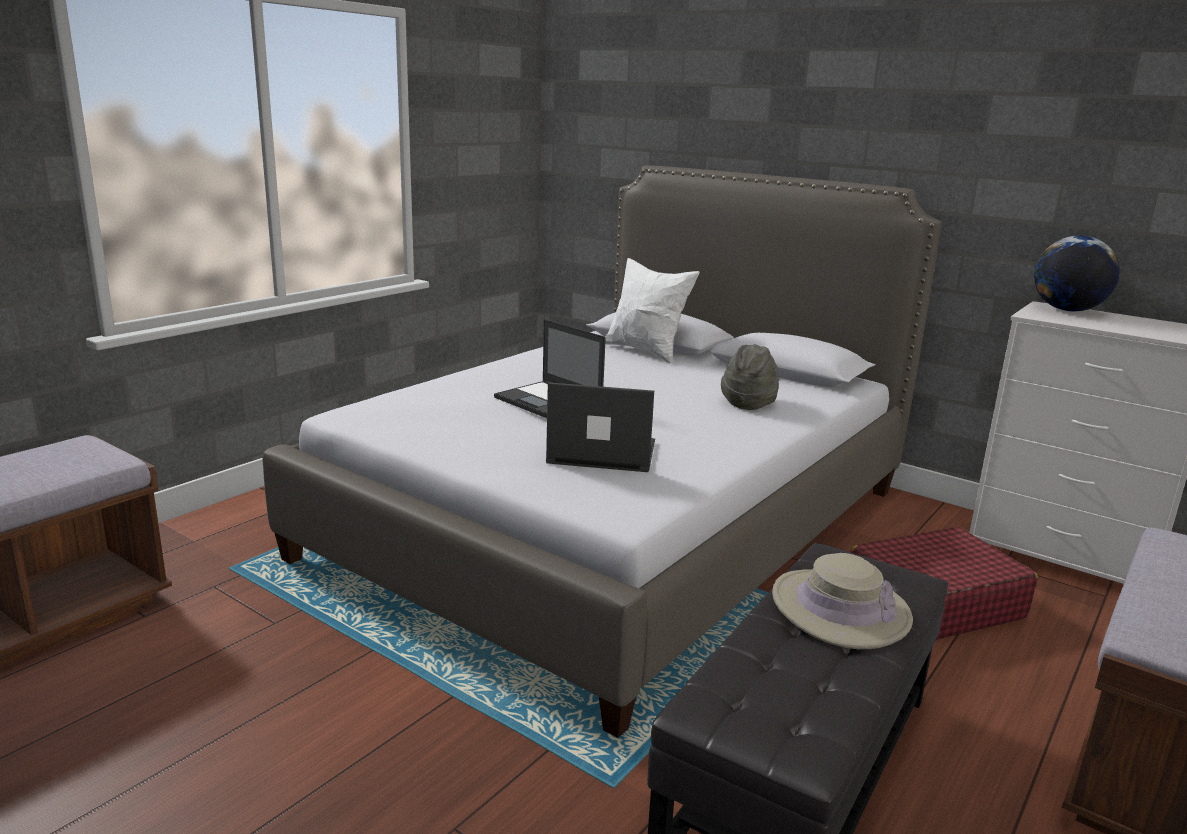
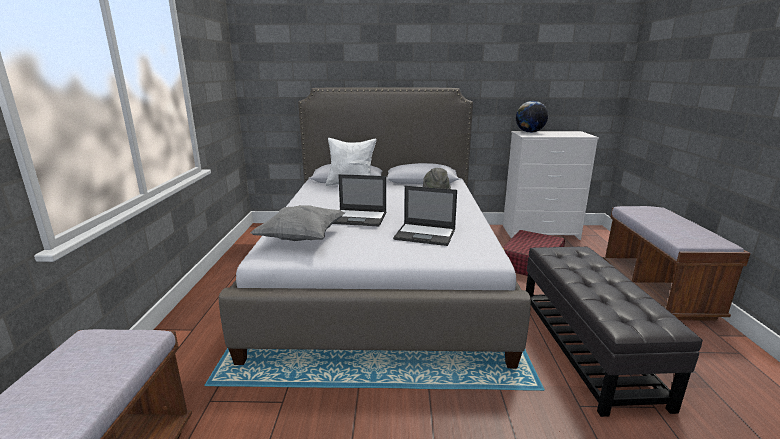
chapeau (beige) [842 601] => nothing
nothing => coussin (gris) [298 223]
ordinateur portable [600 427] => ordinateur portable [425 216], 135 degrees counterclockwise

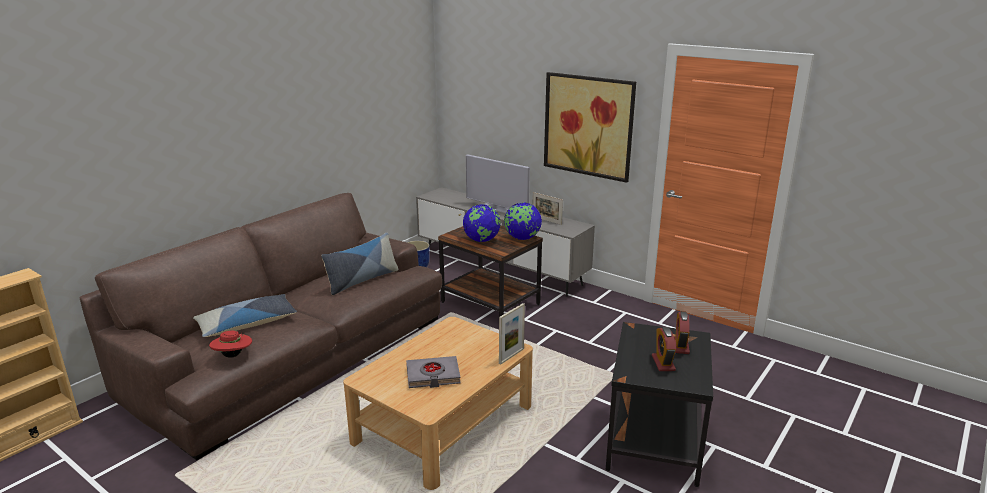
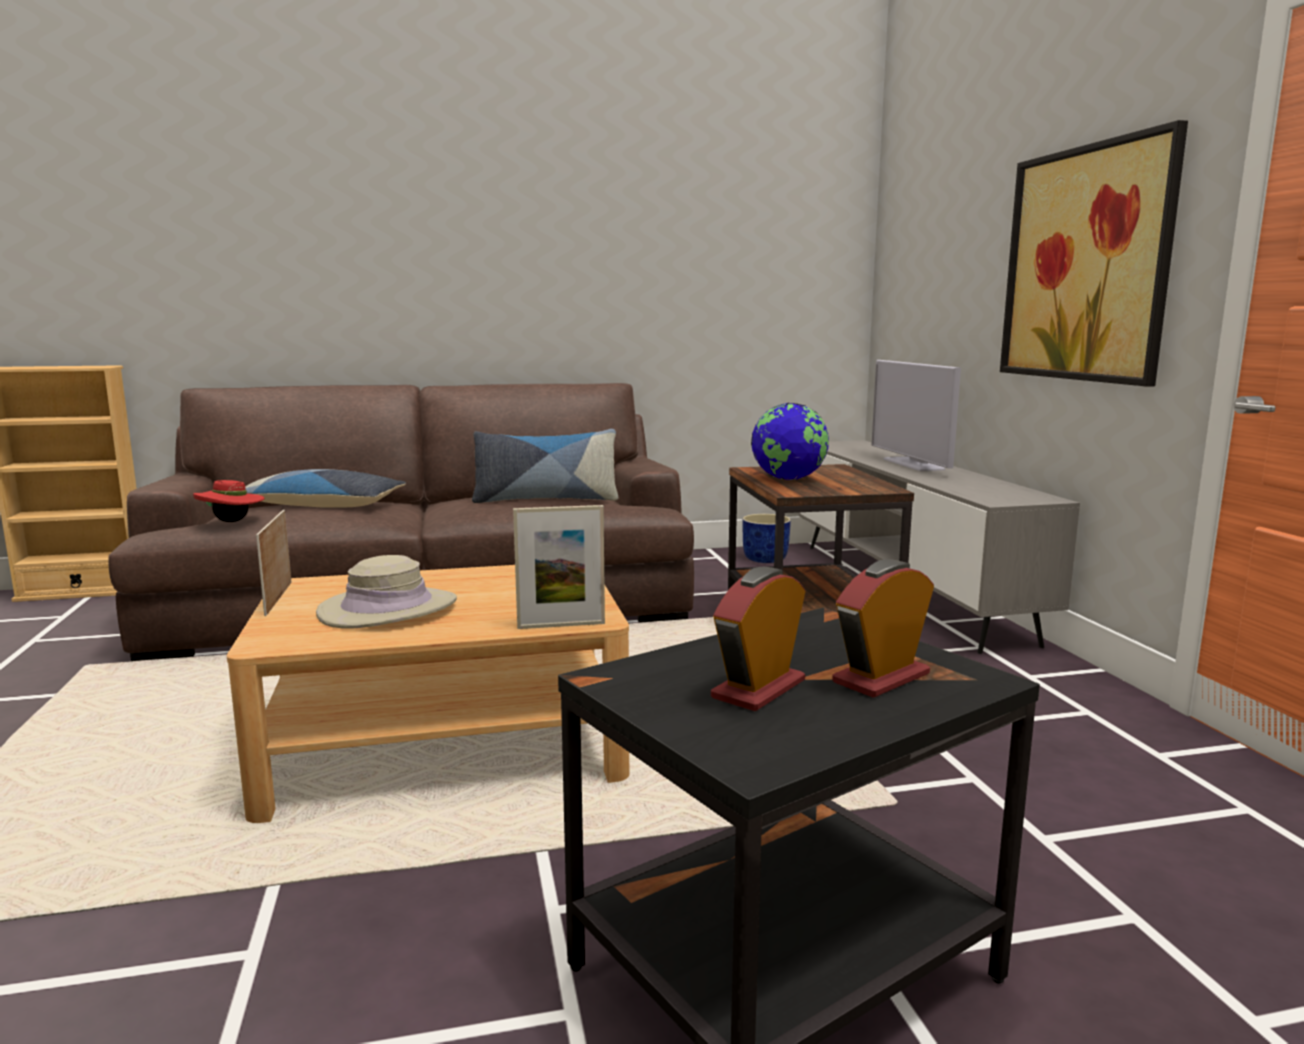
globe [523 221] => nothing
cadre photo [547 208] => cadre photo [274 563], moved
livre (gris) [433 372] => chapeau (beige) [386 591]

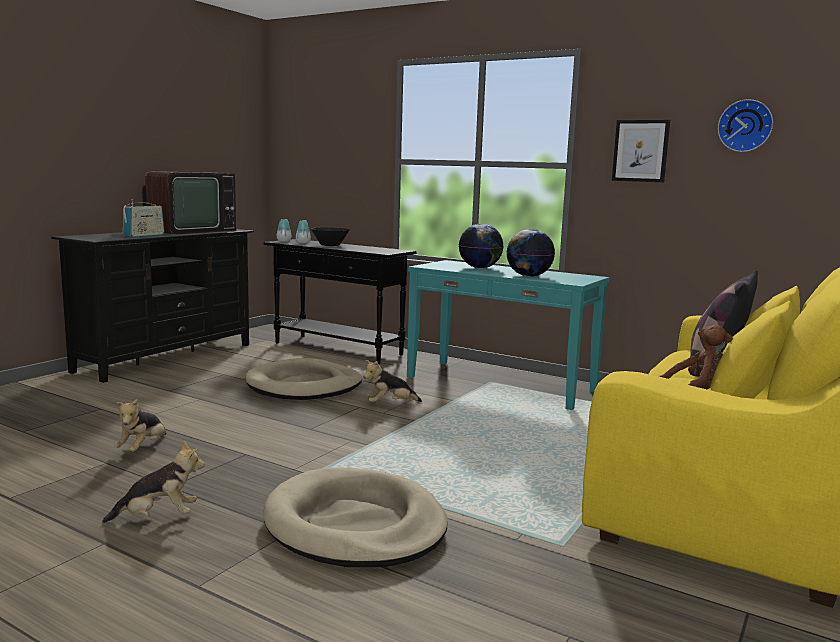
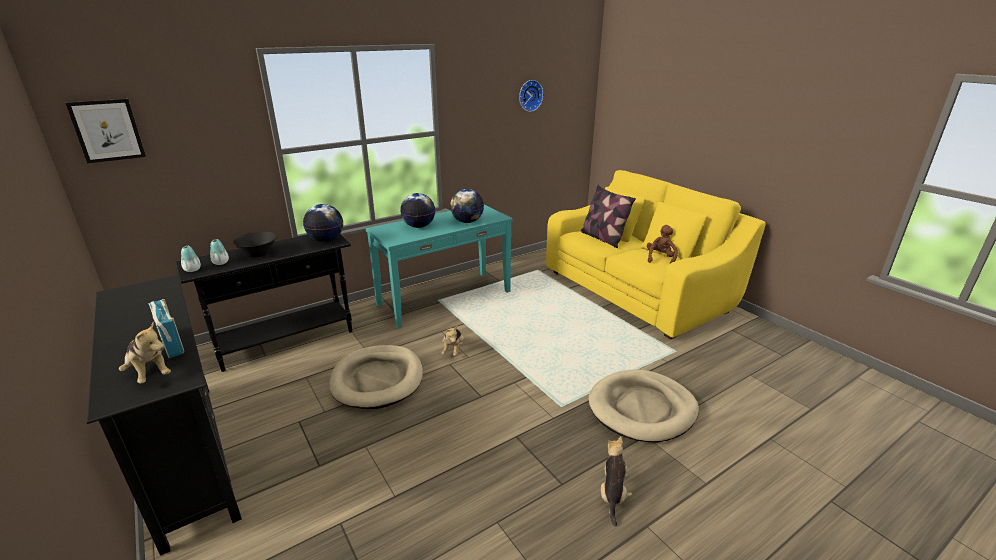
téléviseur [189 202] => nothing
nothing => globe [323 223]
peluche [140 425] => peluche [145 352], moved
tableau [641 151] => tableau [106 131], moved

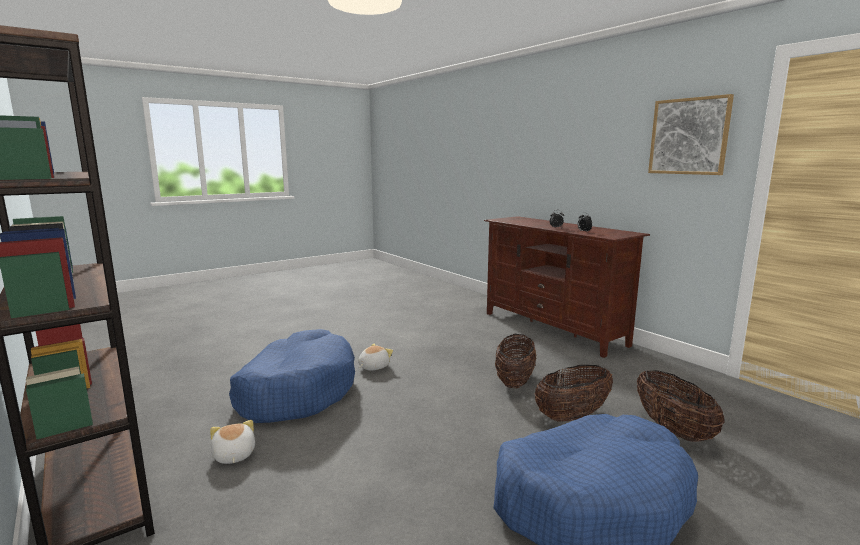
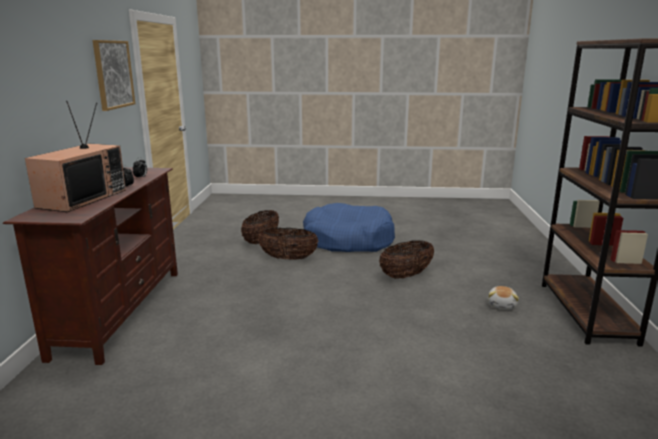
panier pour chien (bleu) [292 376] => nothing
peluche [375 357] => nothing
nothing => téléviseur [75 156]
panier [516 361] => panier [406 259], moved

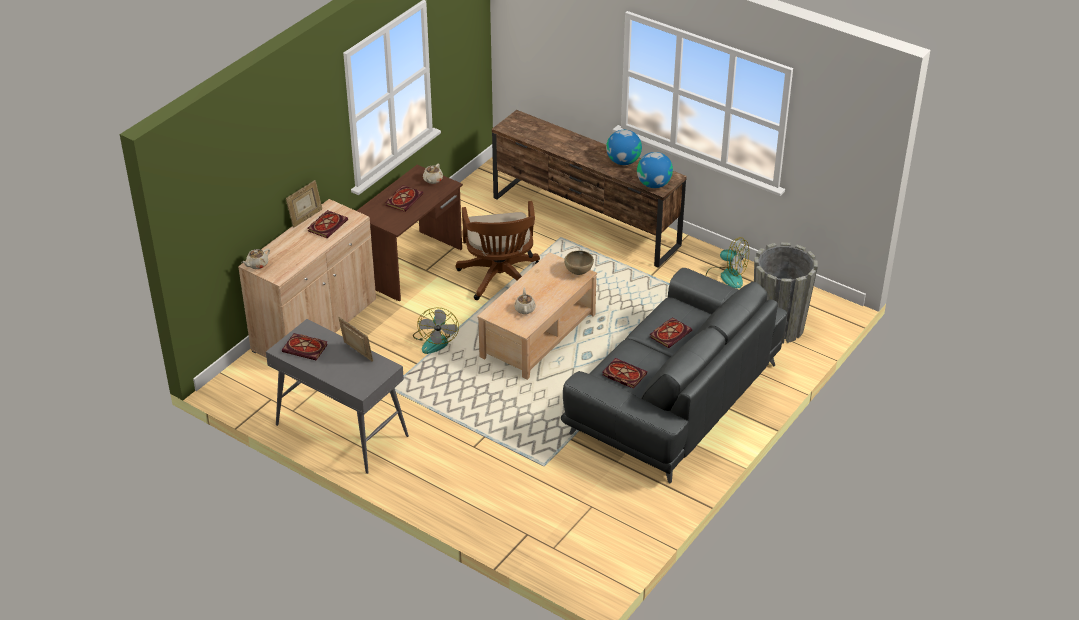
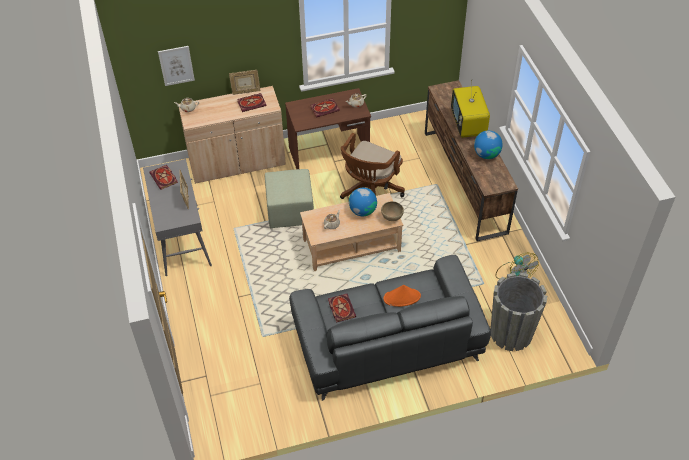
nothing => tableau [176 66]
nothing => téléviseur [470 108]
globe [655 170] => globe [363 202], moved
ventilateur [436 331] => pouf (vert) [289 198]
livre [671 332] => chapeau (orange) [402 296]

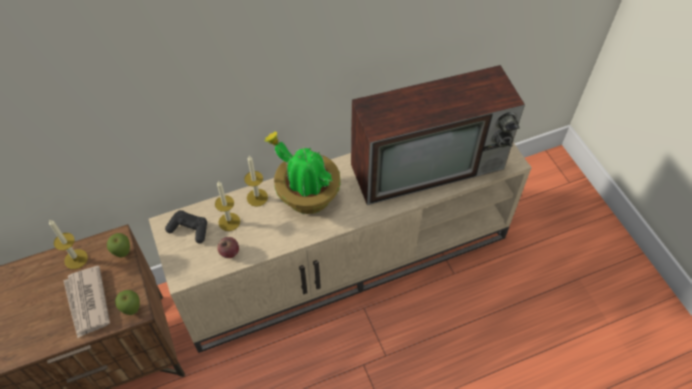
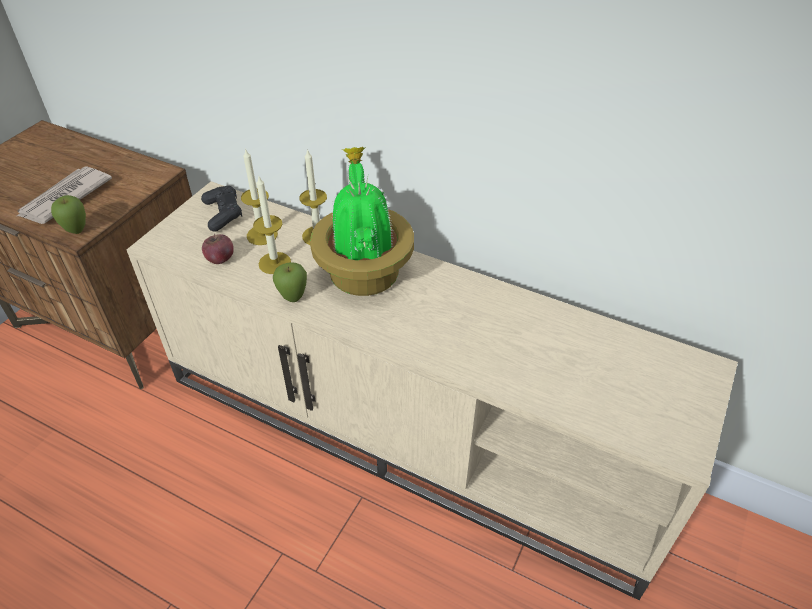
téléviseur [438 135] => nothing
bougie [68 244] => bougie [272 225], moved
pomme [118 245] => pomme [290 282], moved

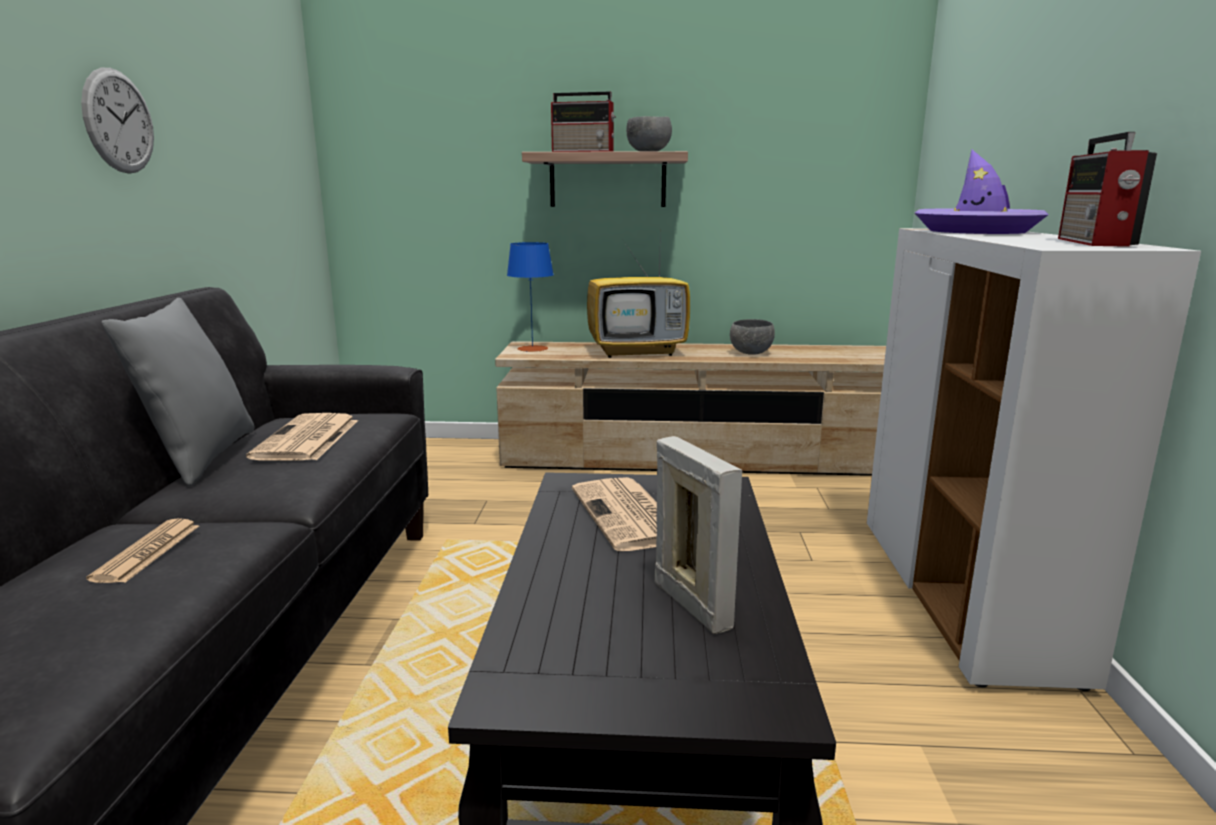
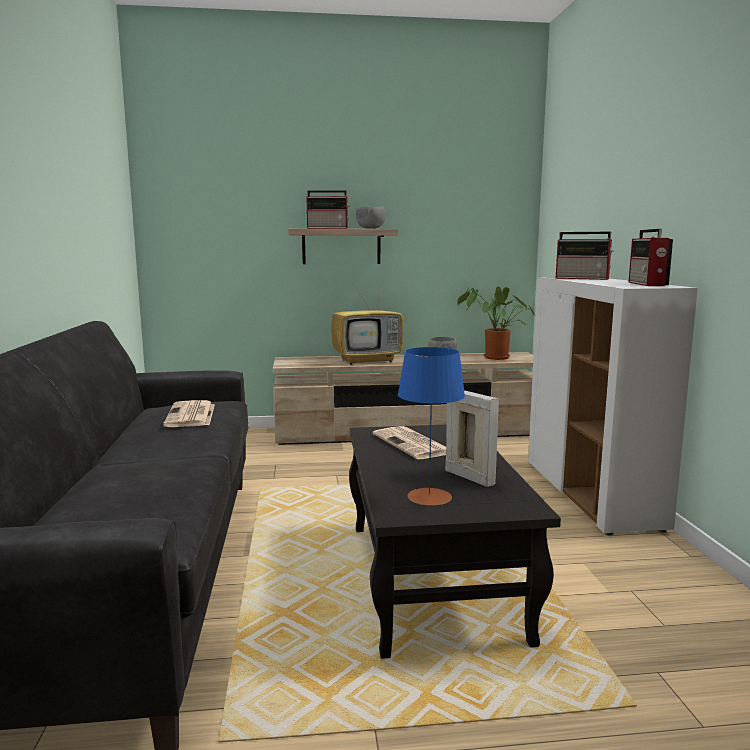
horloge murale [117 121] => nothing
journal [142 550] => nothing
coussin (gris) [178 392] => nothing
nothing => plante en pot [495 323]
lampe de table (bleu) [530 297] => lampe de table (bleu) [431 426], moved
chapeau (violet) [982 192] => radio [584 256]

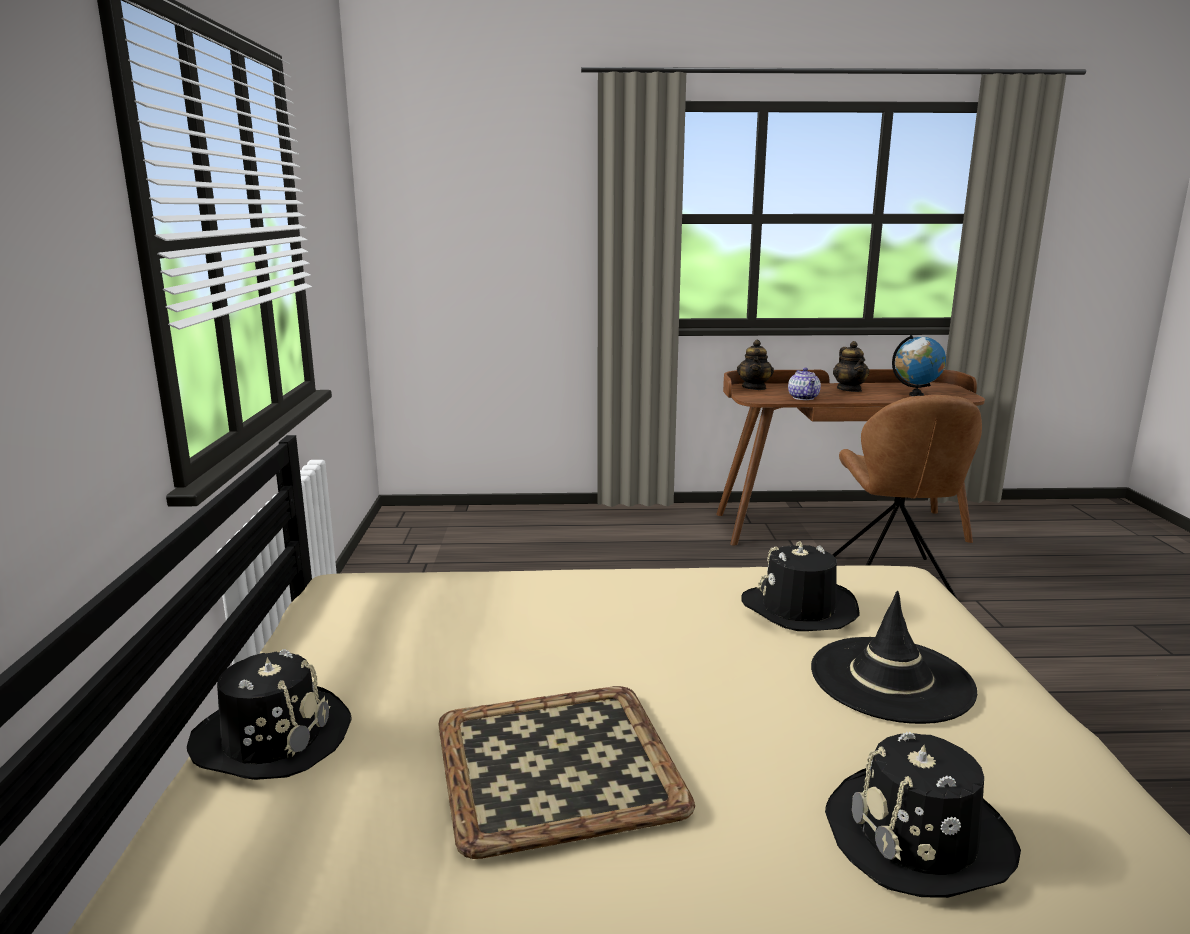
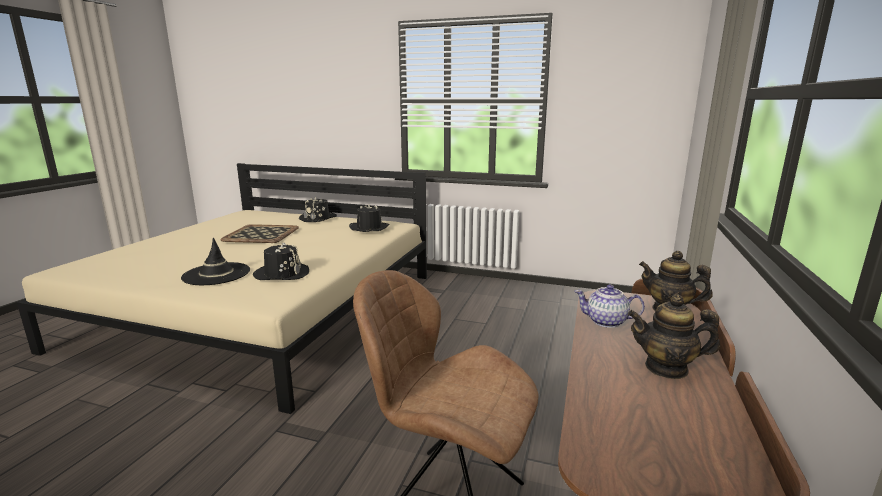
globe [919 365] => nothing
chapeau (noir) [923 815] => chapeau (noir) [369 218], moved

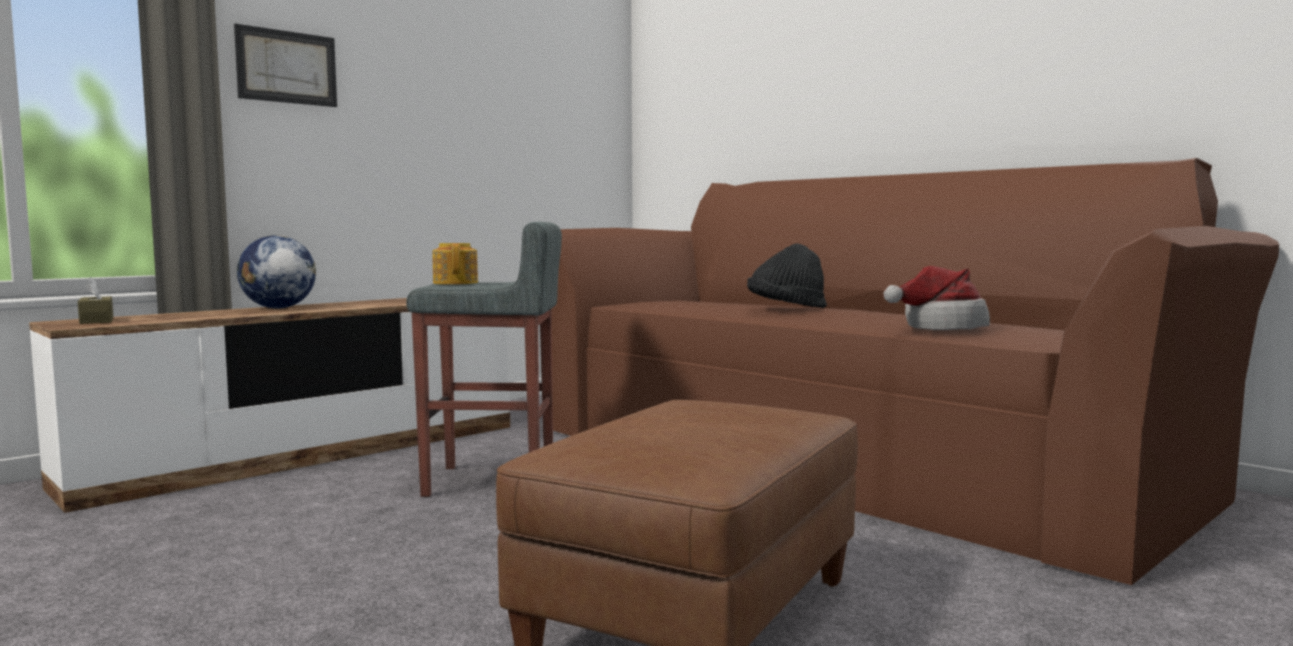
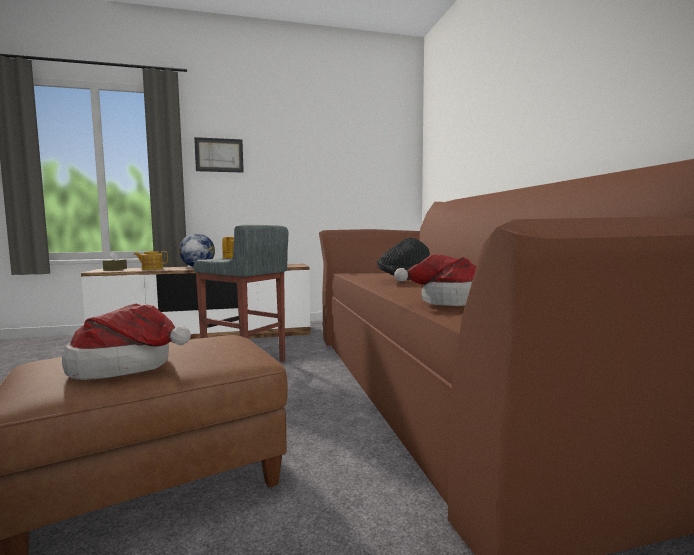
nothing => chapeau [126 341]
nothing => théière [151 260]

